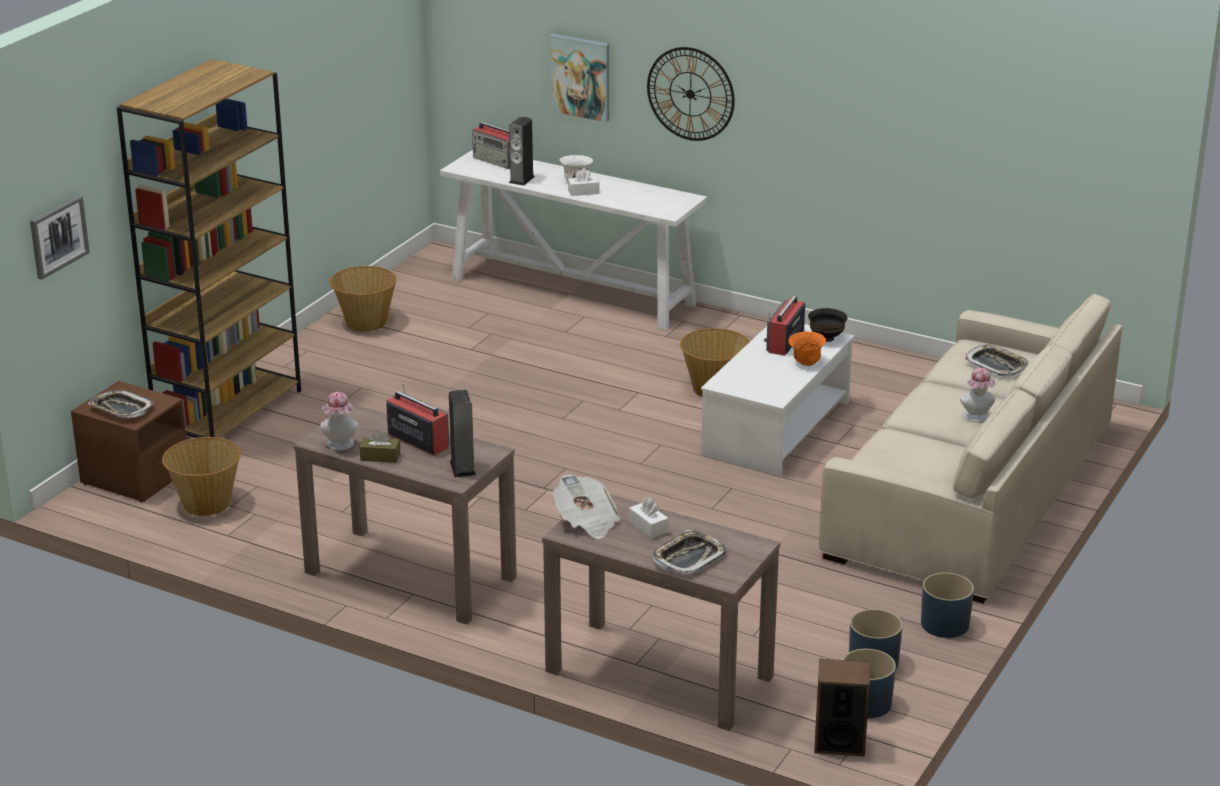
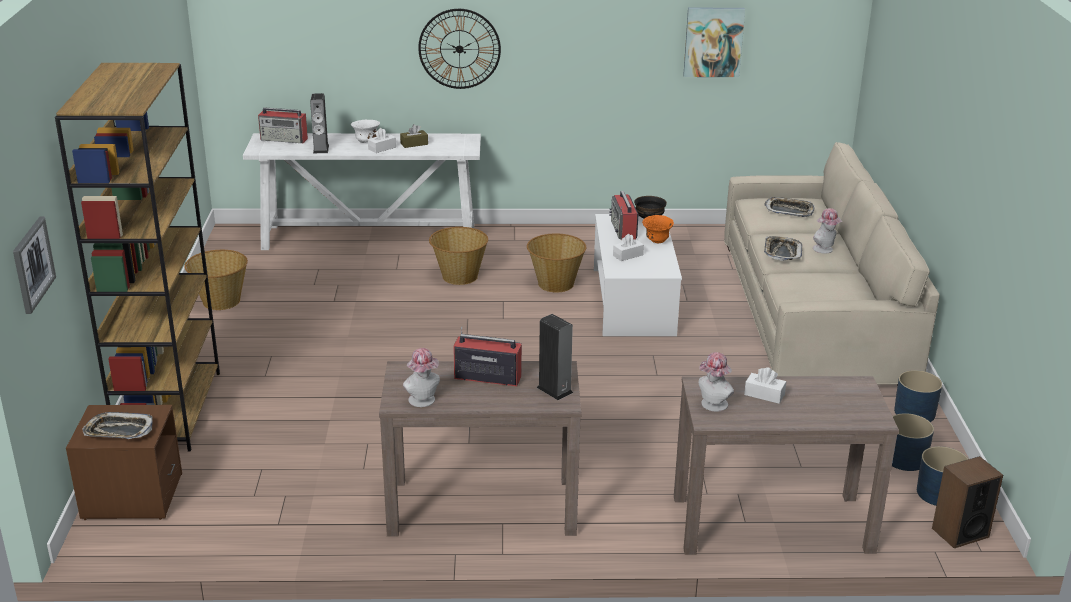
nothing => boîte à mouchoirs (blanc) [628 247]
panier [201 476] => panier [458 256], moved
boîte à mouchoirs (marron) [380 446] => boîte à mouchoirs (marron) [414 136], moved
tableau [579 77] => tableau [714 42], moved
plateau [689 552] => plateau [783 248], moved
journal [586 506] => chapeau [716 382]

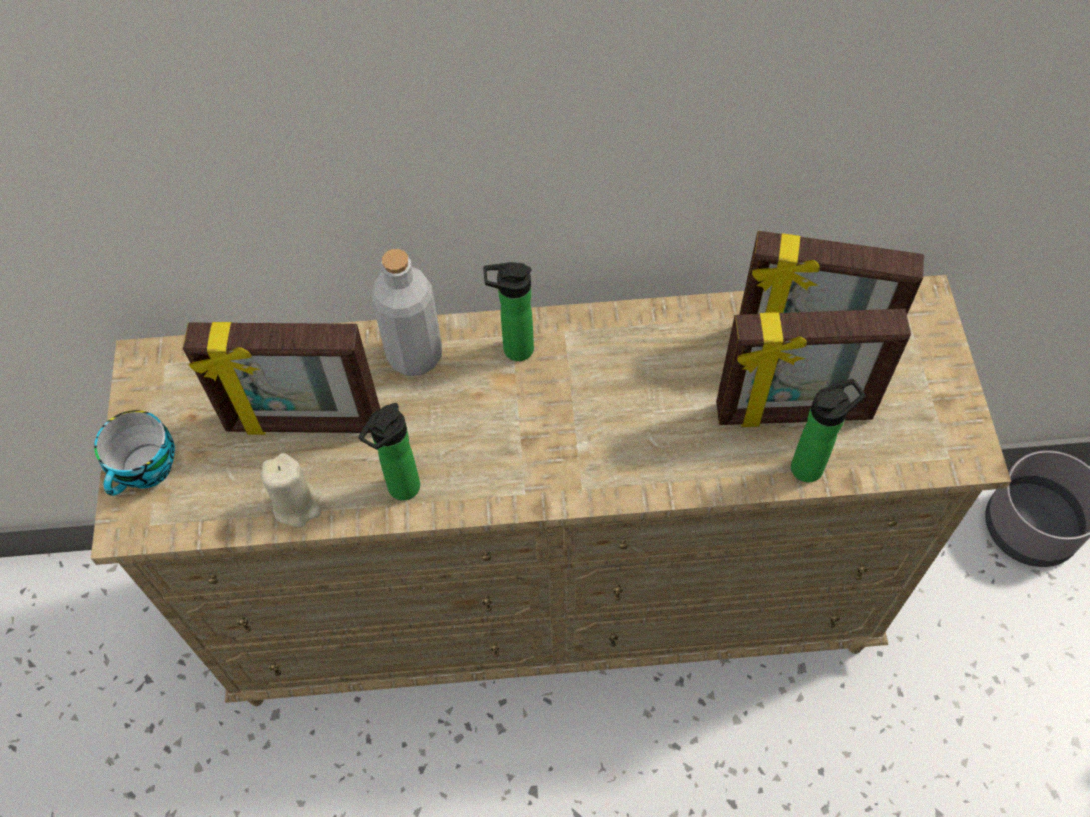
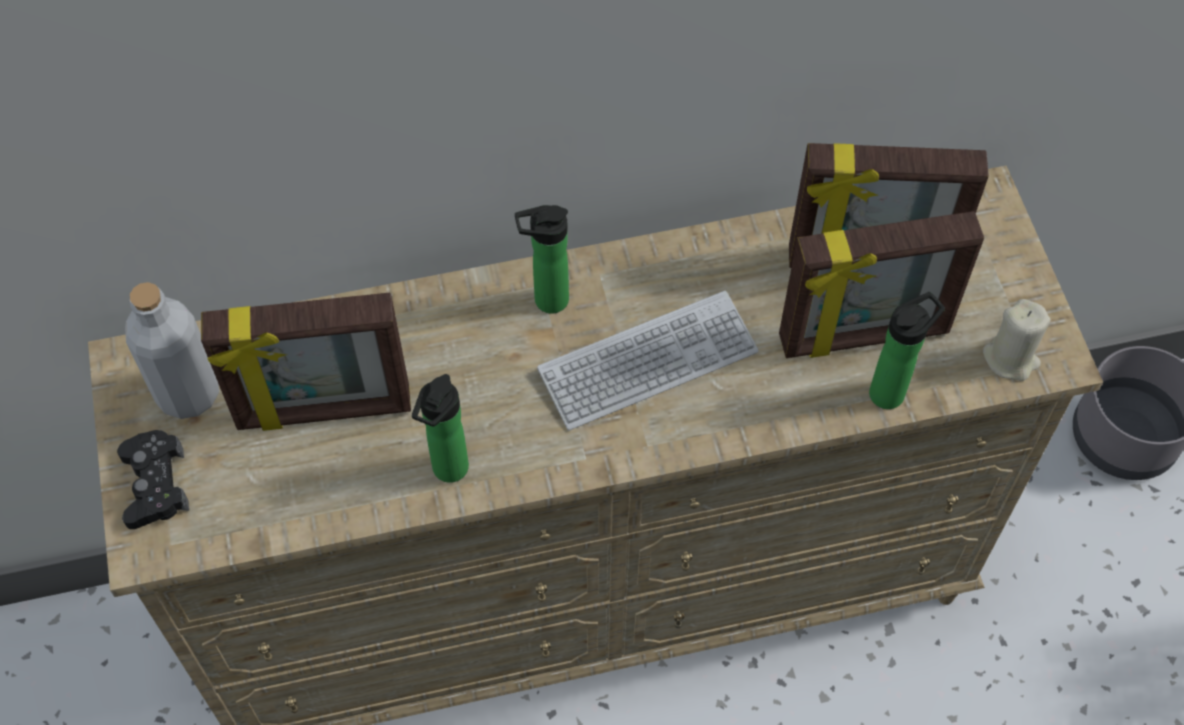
nothing => clavier [648 360]
bougie (beige) [291 490] => bougie (beige) [1016 340], moved
bouteille (gris) [407 312] => bouteille (gris) [172 350], moved
tasse [134 453] => manette (noir) [153 479]

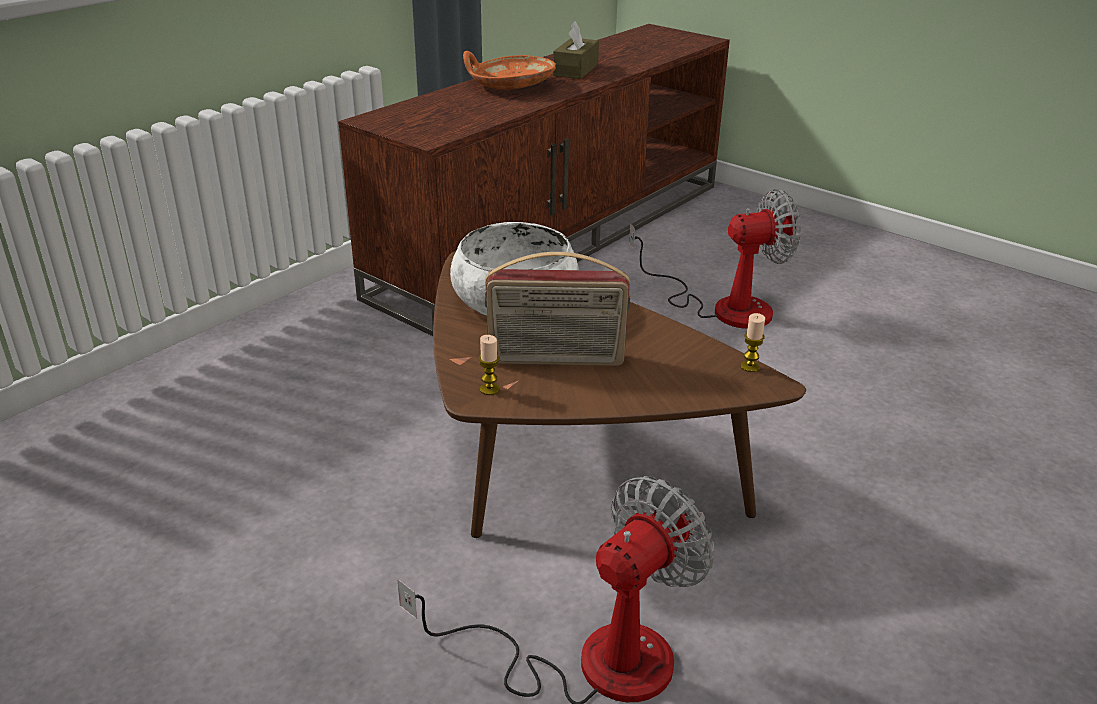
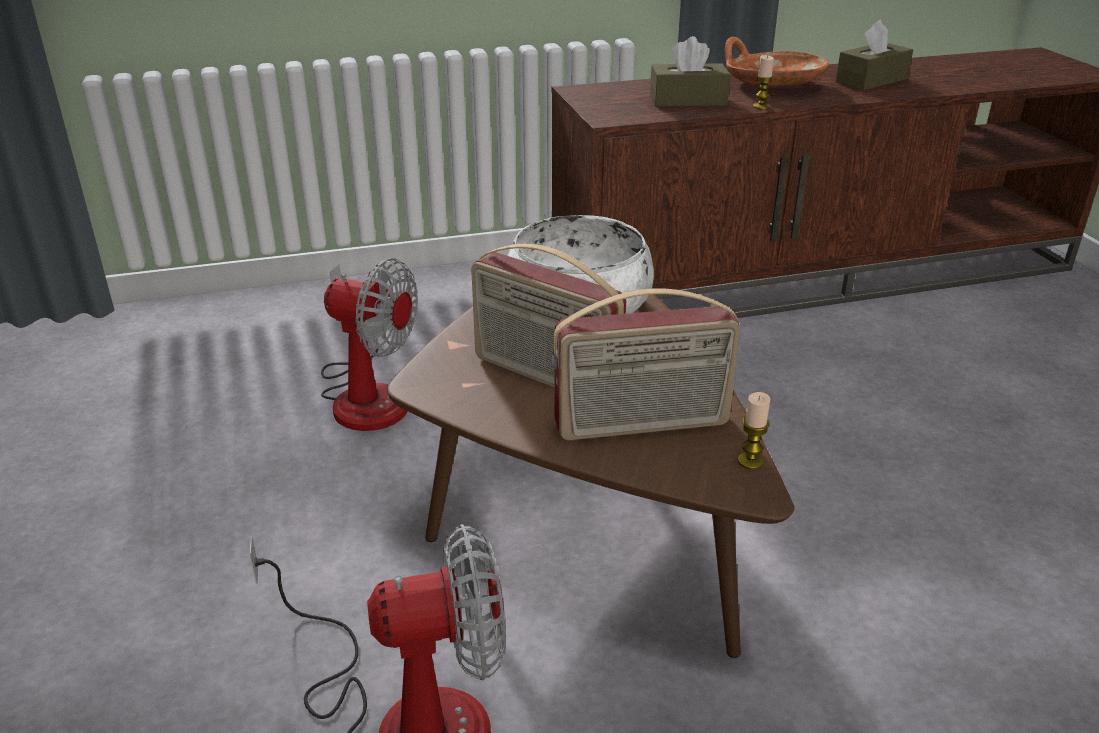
nothing => radio [646 364]
nothing => boîte à mouchoirs (marron) [690 71]
bougie [489 365] => bougie [763 82], moved
ventilateur [715 259] => ventilateur [369 344], moved

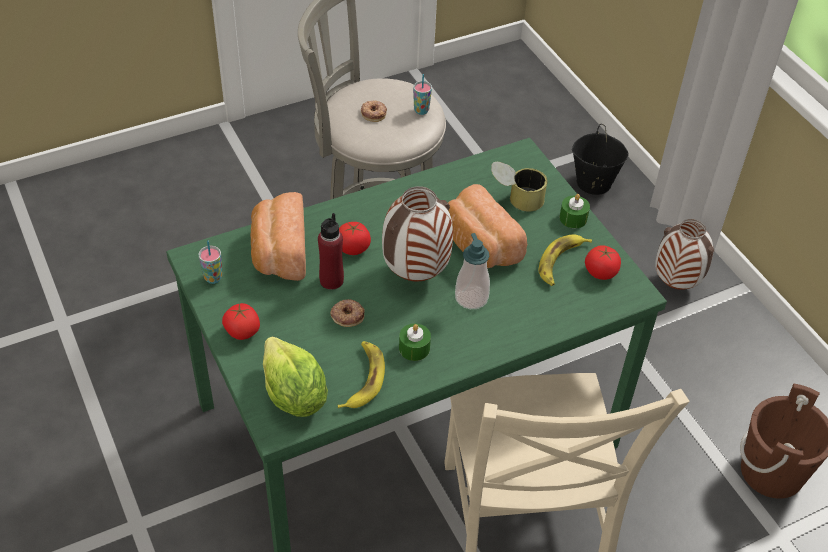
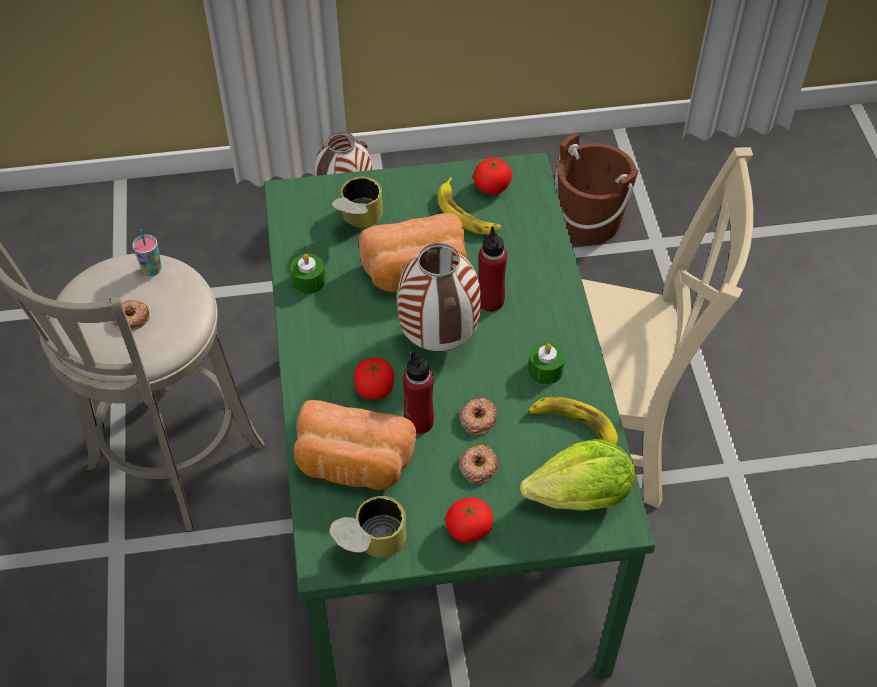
seau (noir) [600 159] => nothing
nothing => beignet [478 464]
bougie (vert) [575 211] => bougie (vert) [308 274], moved
tasse [210 262] => boîte métallique [368 527]
distributeur de savon [472 271] => bouteille (rouge) [493 269]

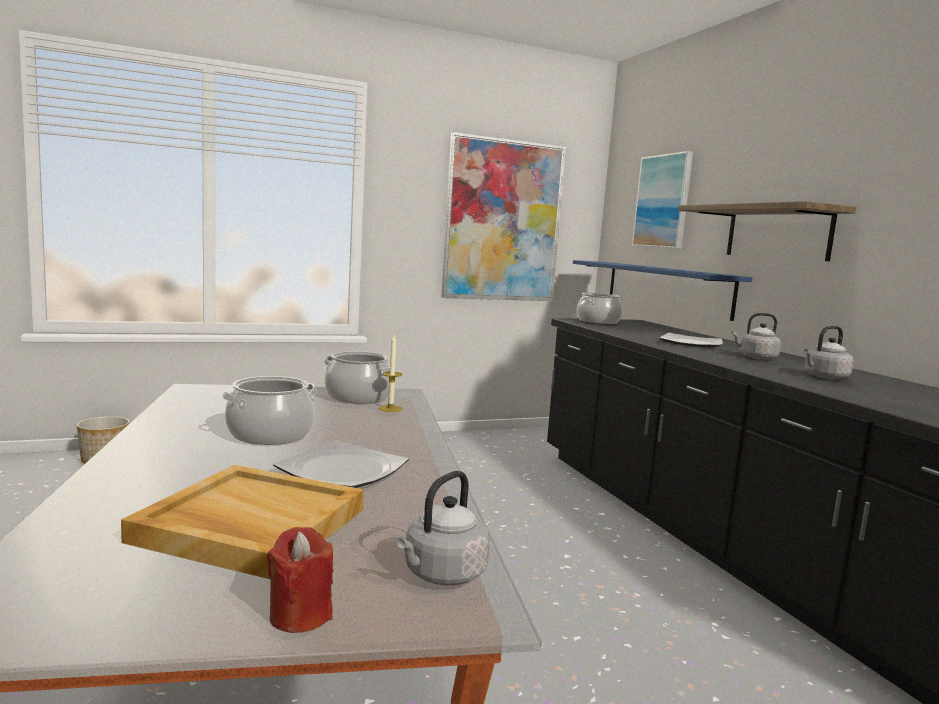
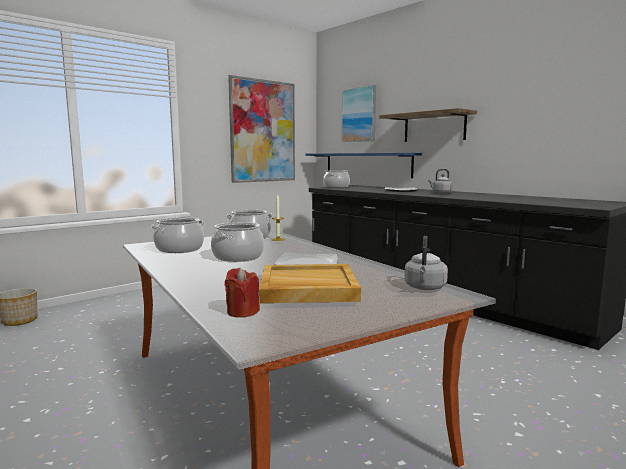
bouilloire (gris) [829 353] => nothing
nothing => marmite [178 235]
bougie (rouge) [300 580] => bougie (rouge) [242 292], moved

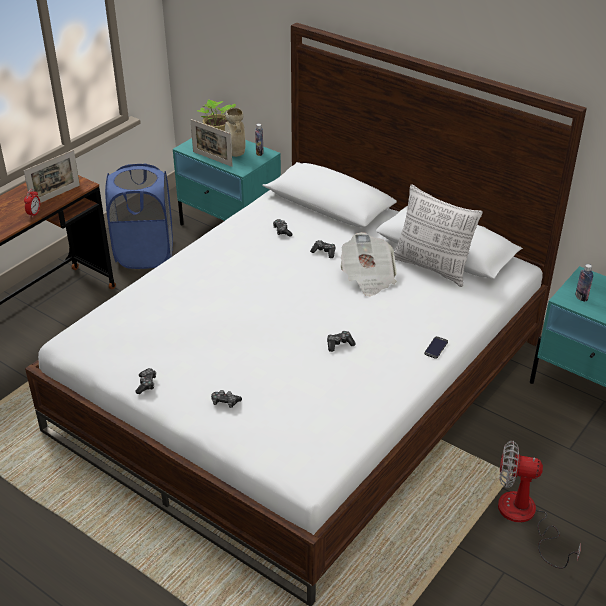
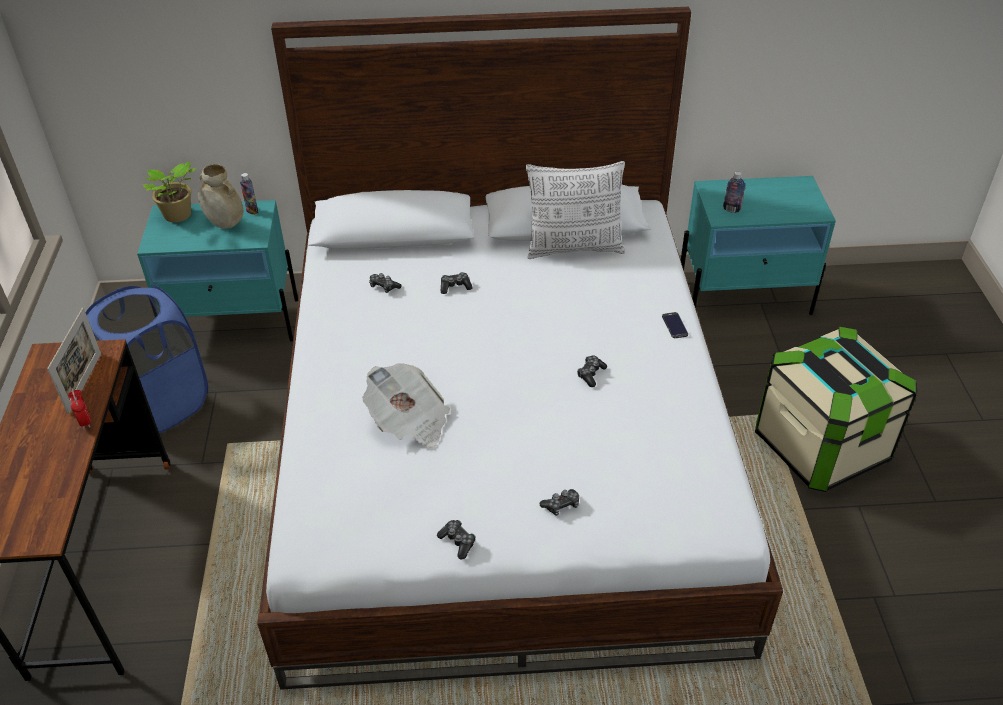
cadre photo [211 143] => nothing
journal [368 264] => journal [406 405], moved
ventilateur [539 505] => boîte de rangement [836 409]

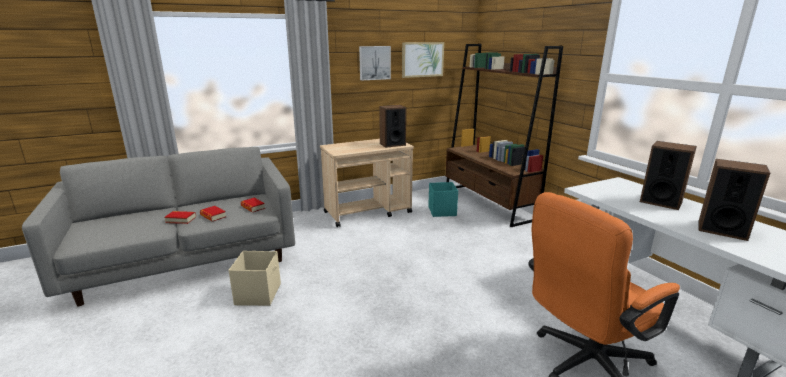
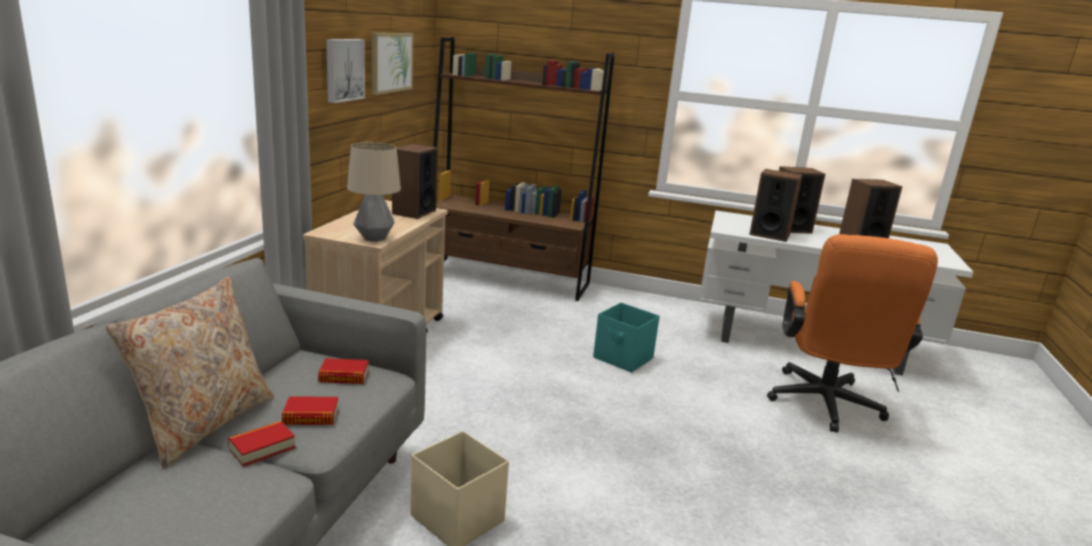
nothing => coussin (beige) [189 372]
nothing => lampe de table [374 192]
nothing => enceinte [776 205]
boîte de rangement (turquoise) [443 199] => boîte de rangement (turquoise) [626 337], moved

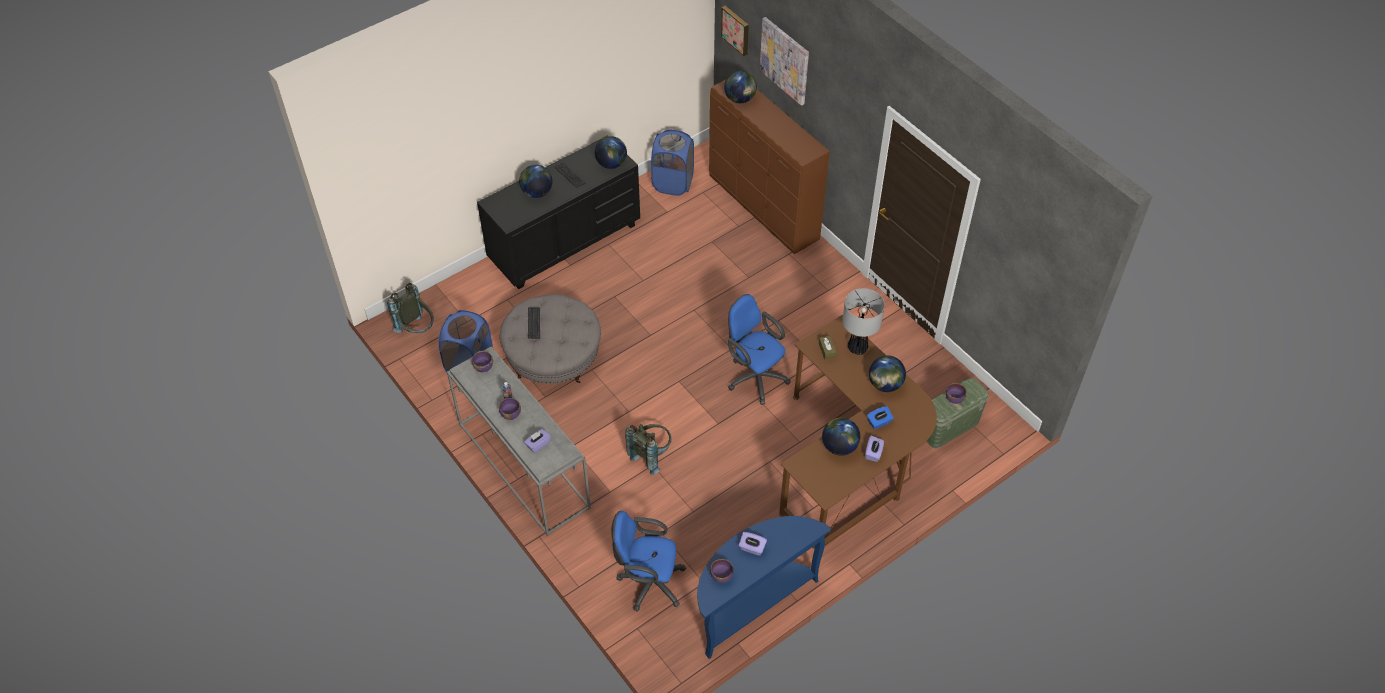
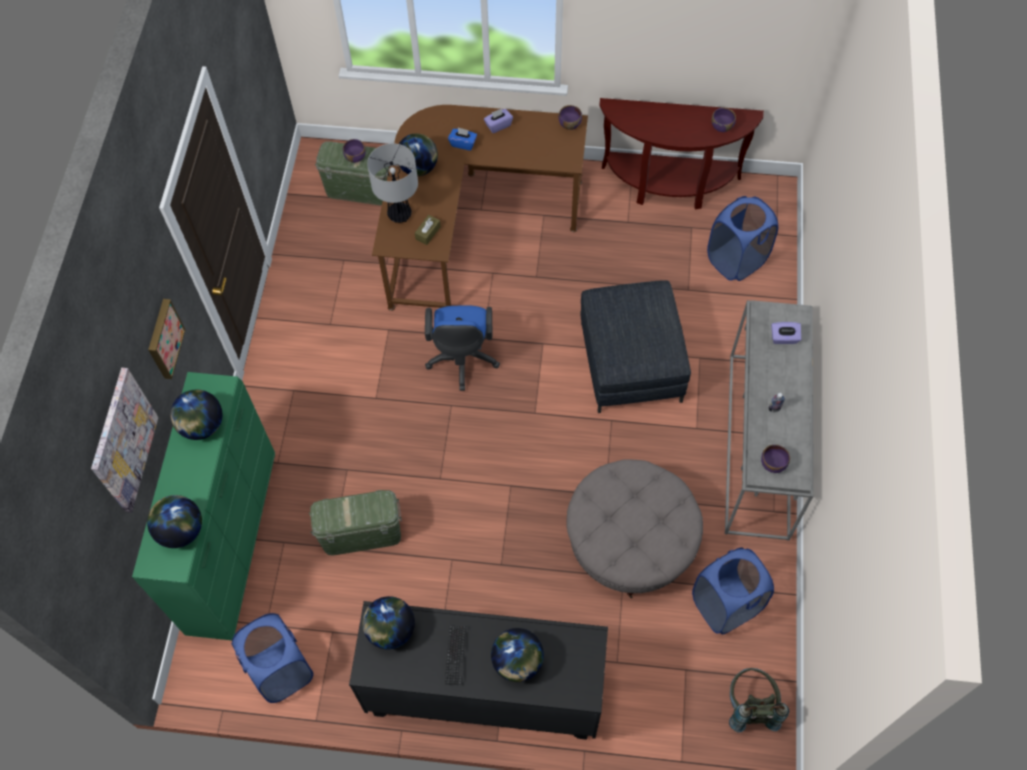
clavier [534 323] => nothing
boîte à mouchoirs (violet) [753 544] => nothing
nothing => boîte de rangement (vert) [355 522]
bol (violet) [510 409] => bol (violet) [570 117], moved
tableau [735 31] => tableau [167 339], moved
globe [841 436] => globe [196 415], moved
chaise de bureau (bleu) [648 561] => panier à linge (bleu) [742 238]
sac à dos (gris) [648 449] => pouf (gris) [635 346]
table console (bleu) [764 587] => table console (marron) [681 153]
commode (marron) [769 167] => commode (vert) [203 506]

